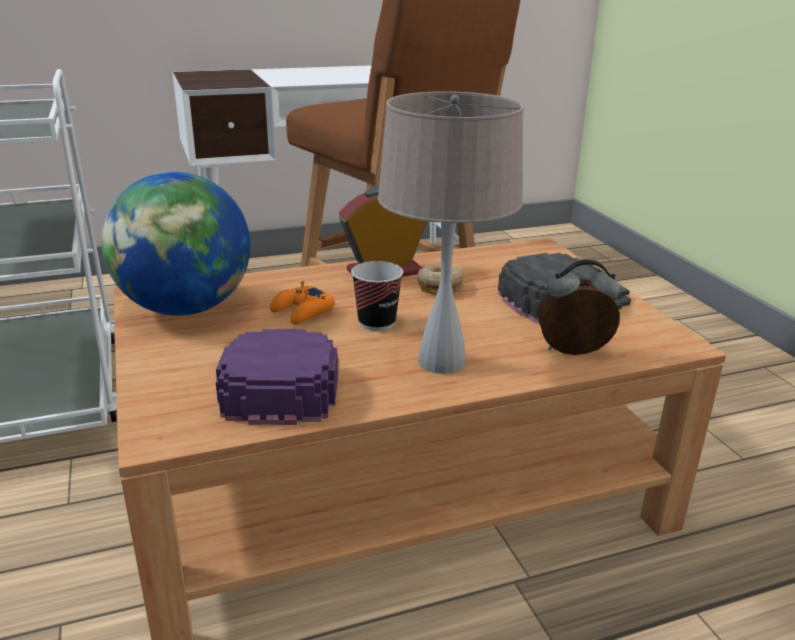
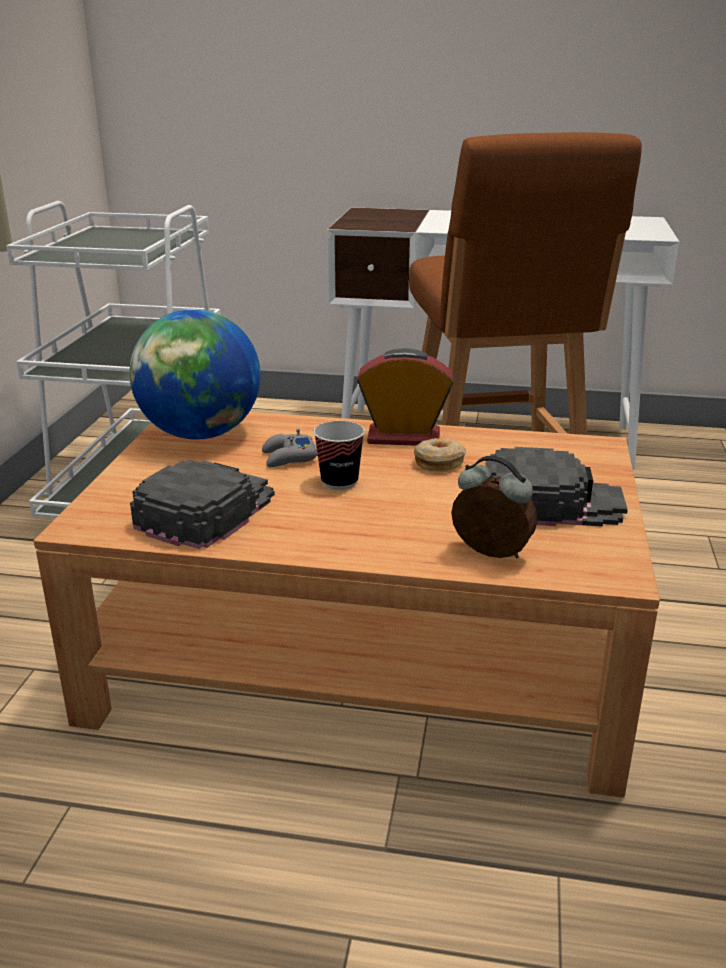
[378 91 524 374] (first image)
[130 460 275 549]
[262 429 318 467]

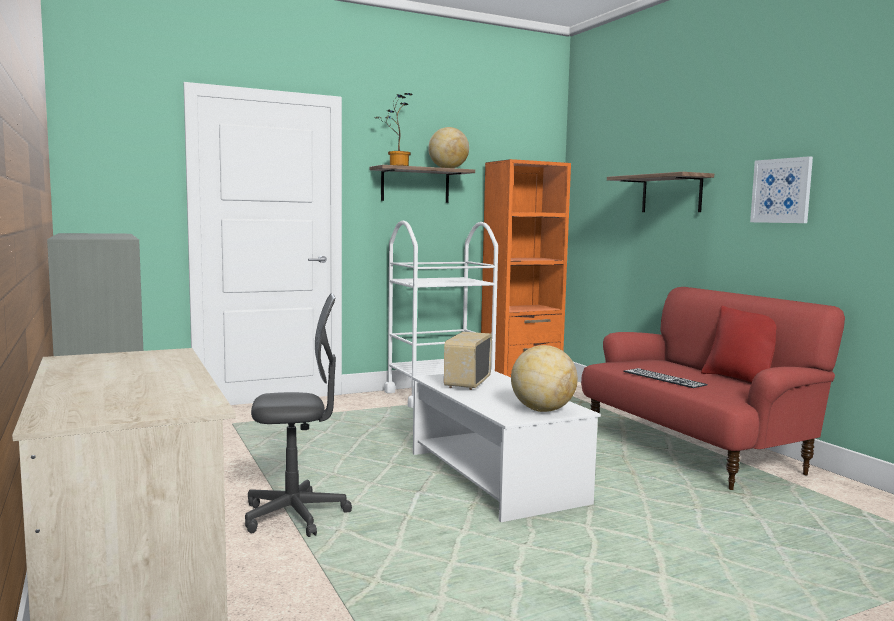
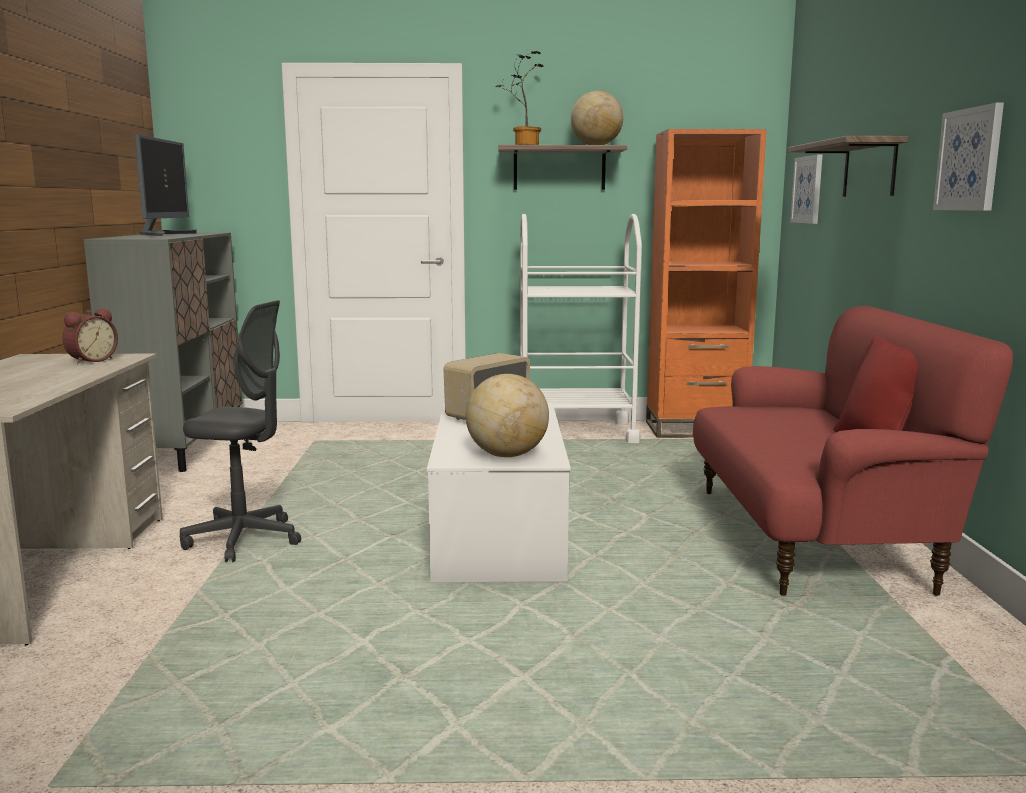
[623 368 708 388] (first image)
[62 308 118 364]
[135 135 197 236]
[790 155 822 224]

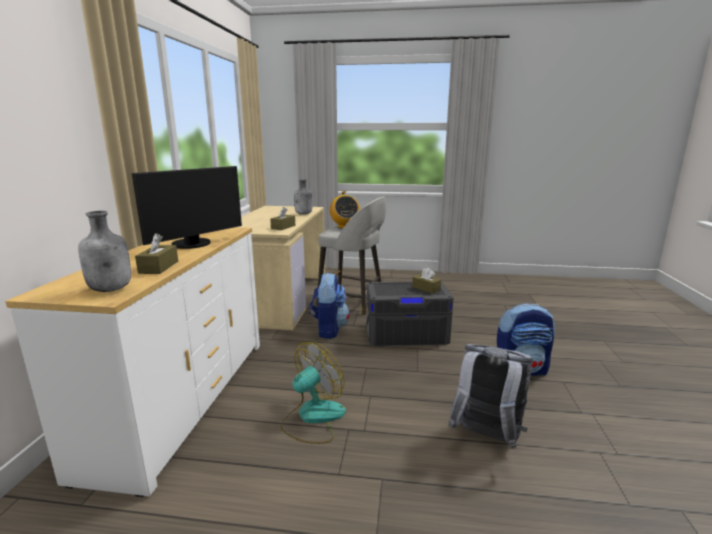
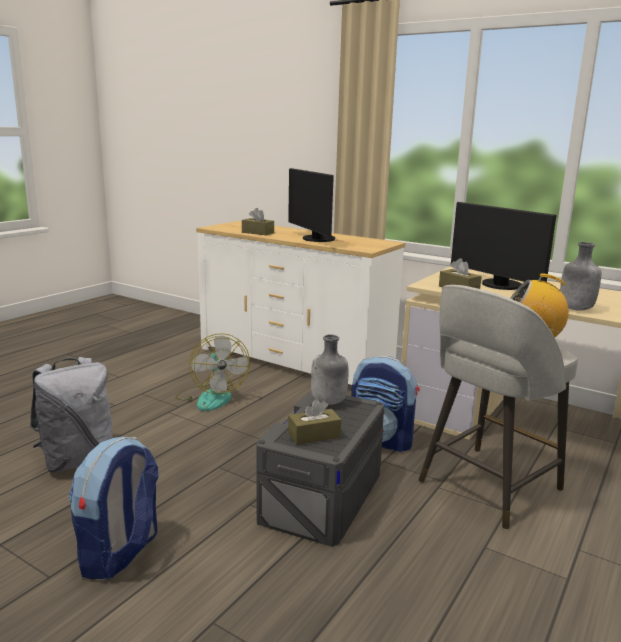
[451 202 556 290]
[311 335 349 405]

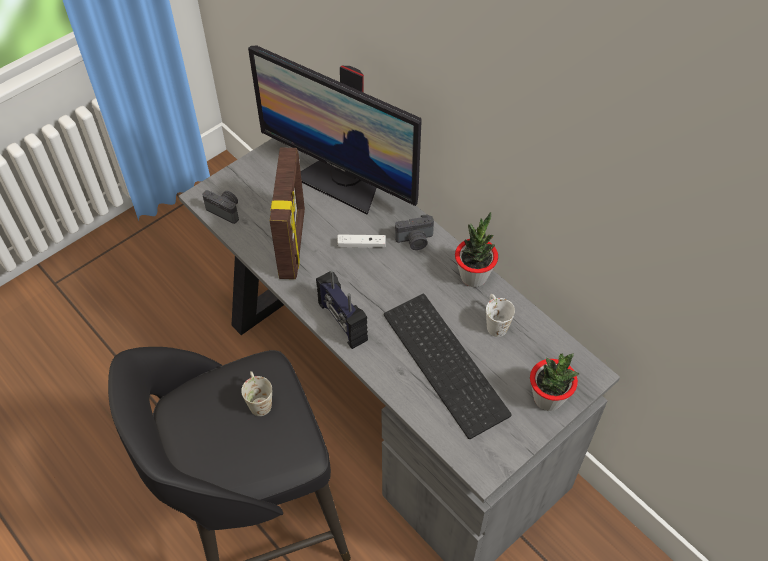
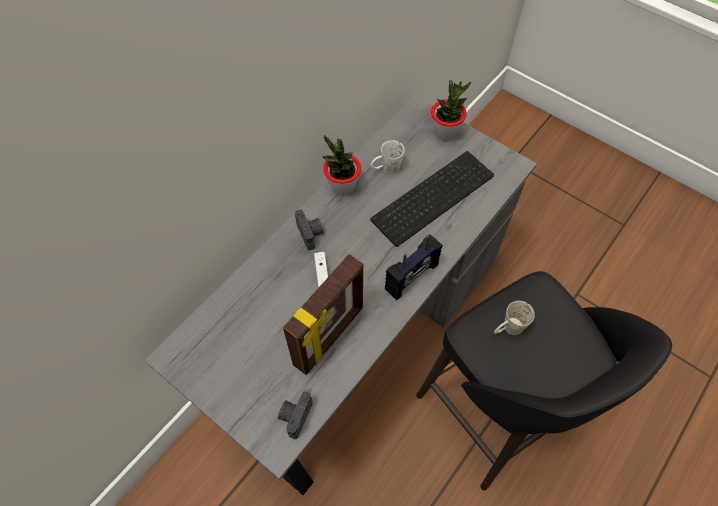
[248 45 422 215] (first image)
[283 254 363 375]

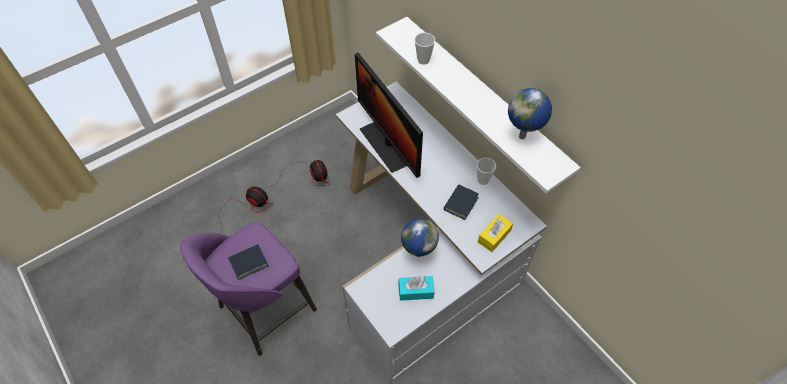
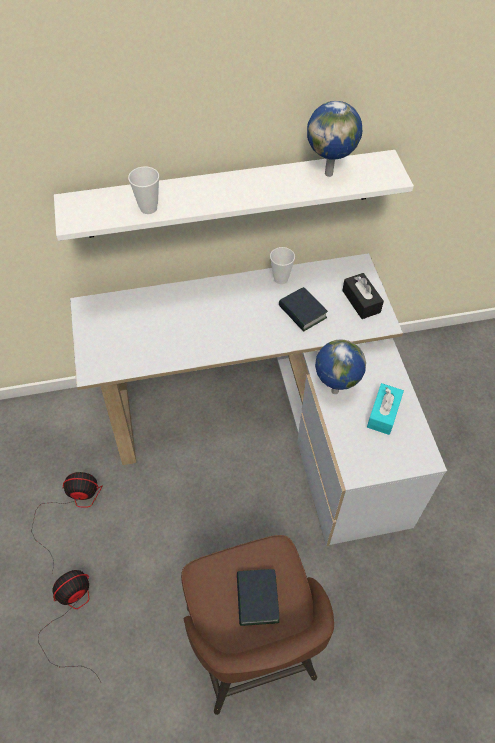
[355 53 423 178] (first image)
[181 535 334 715]
[342 273 384 319]

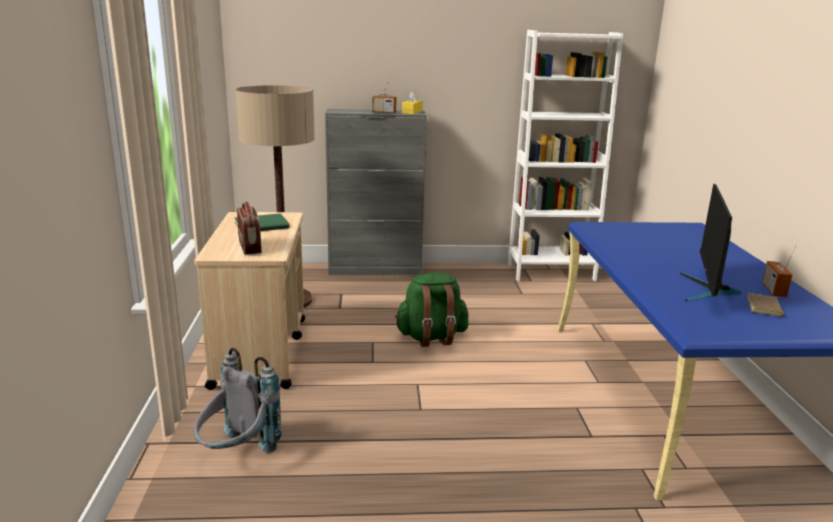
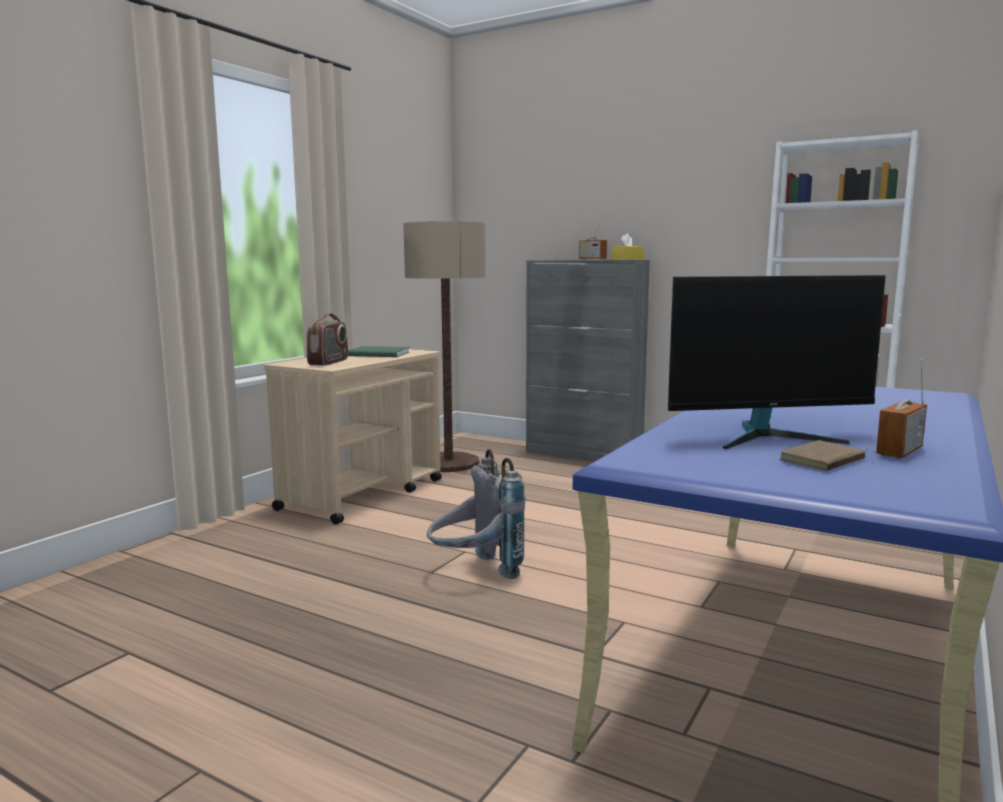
[395 273 469 347] (first image)
[427 449 525 579]
[668 275 886 449]

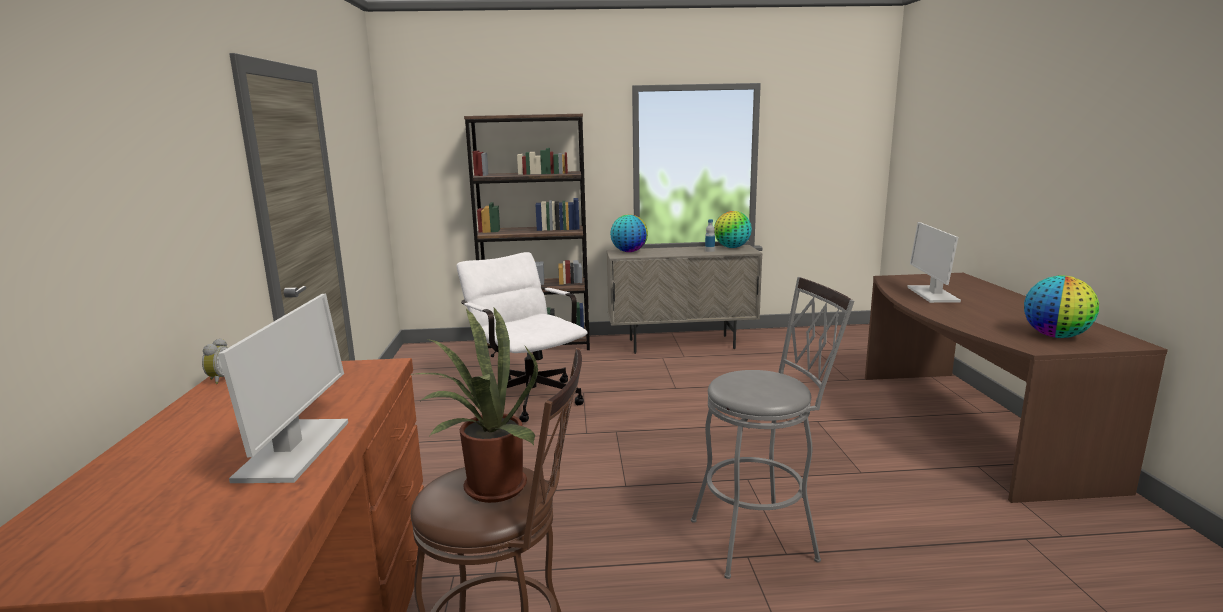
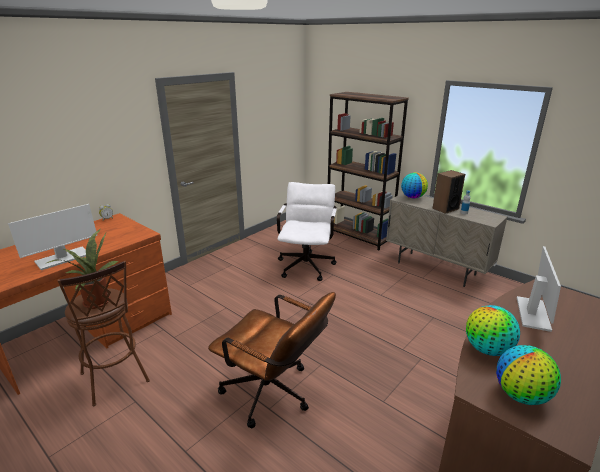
[432 170 465 214]
[466 305 520 356]
[208 292 336 428]
[517 246 561 332]

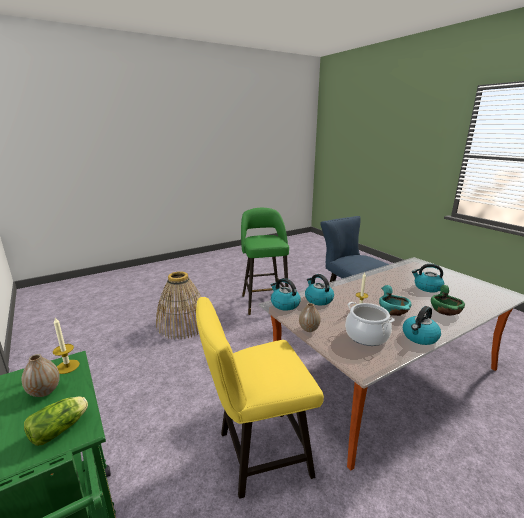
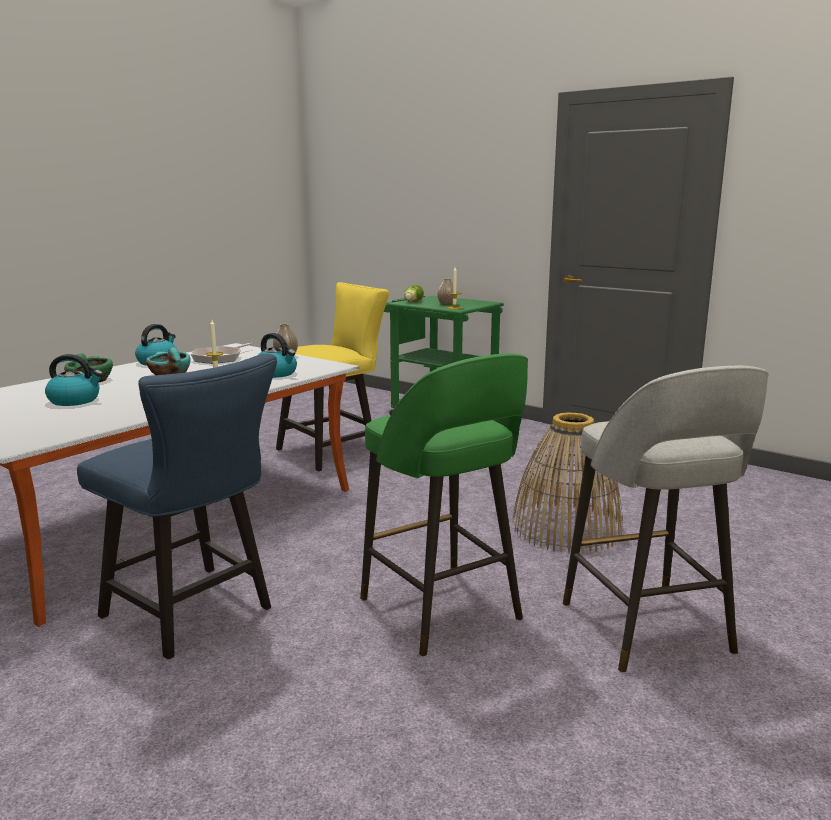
[271 278 301 311] (first image)
[563 366 768 672]
[190 343 253 364]

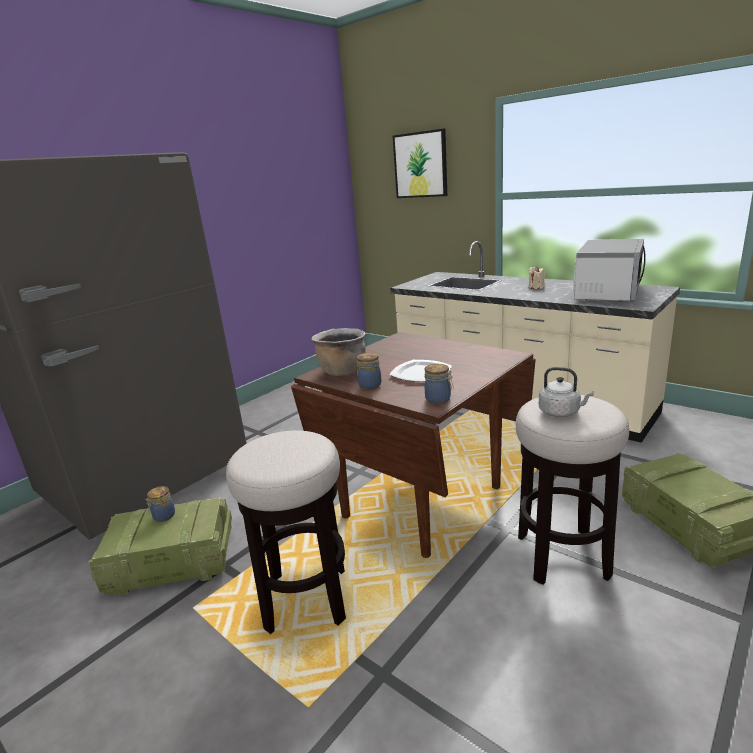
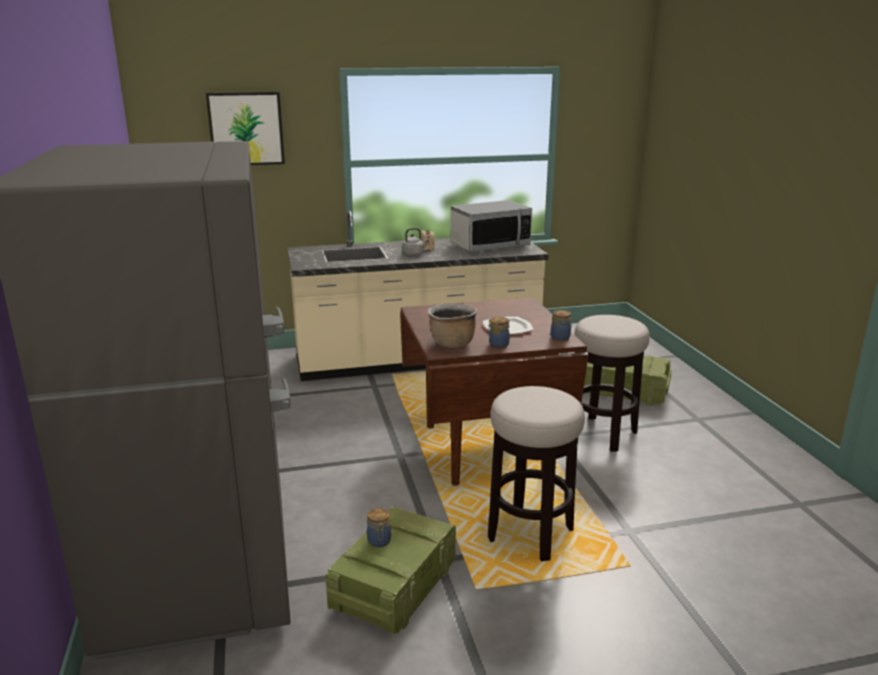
[402 228 429 256]
[450 200 532 252]

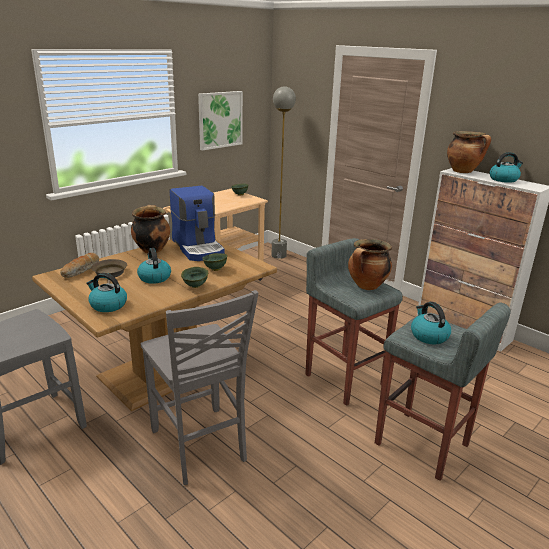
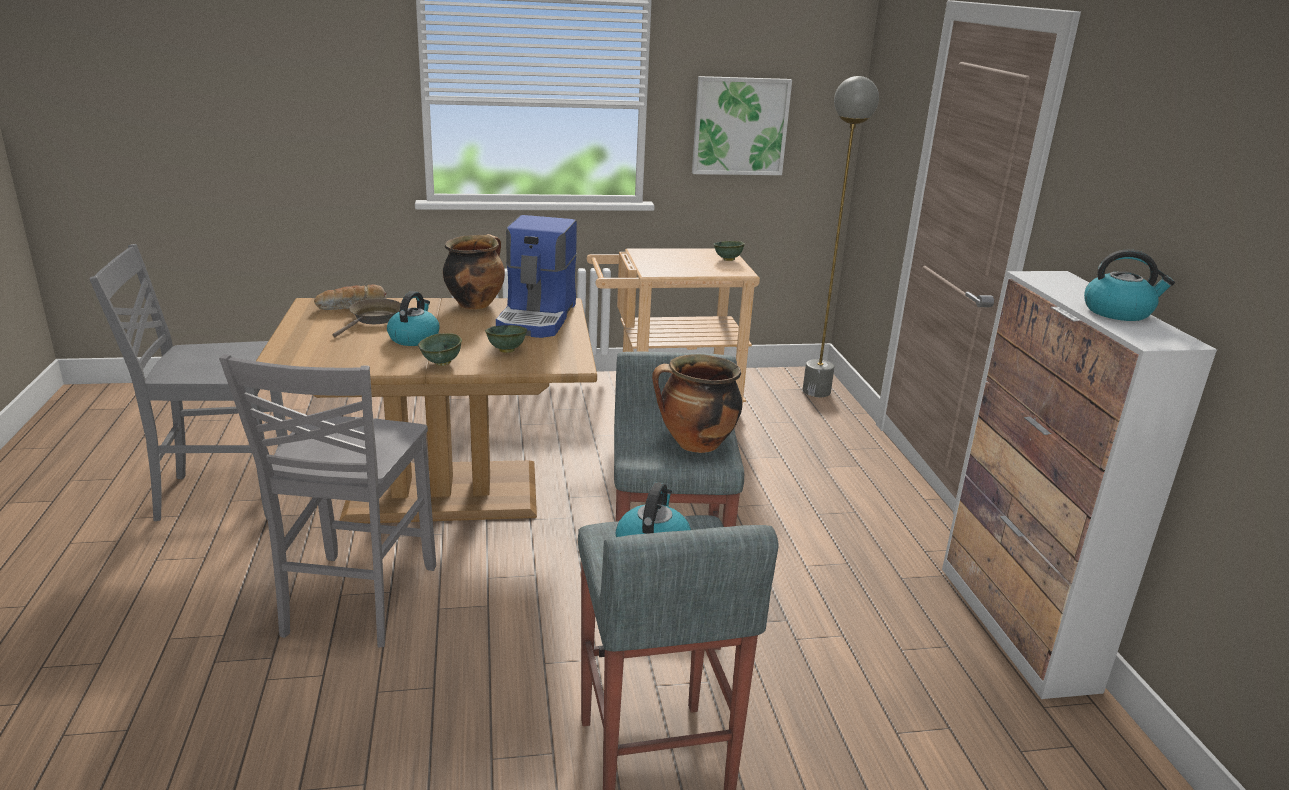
[86 273 127 312] (first image)
[447 131 491 173] (first image)

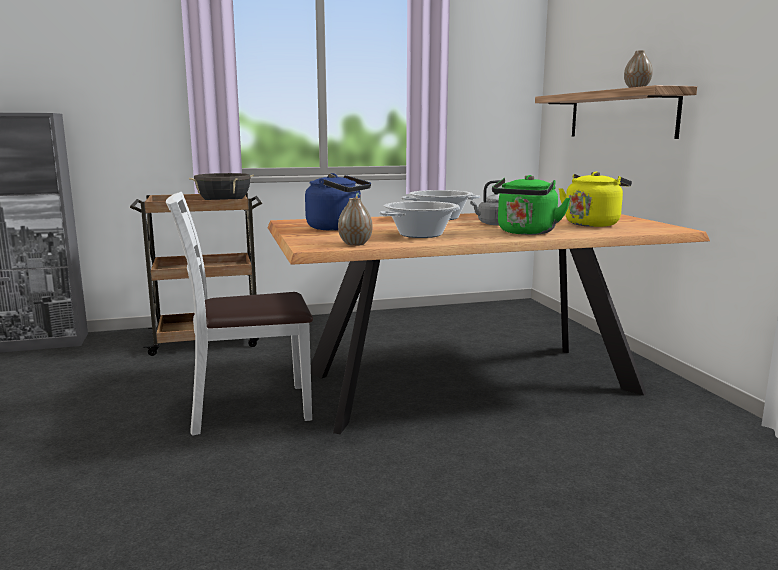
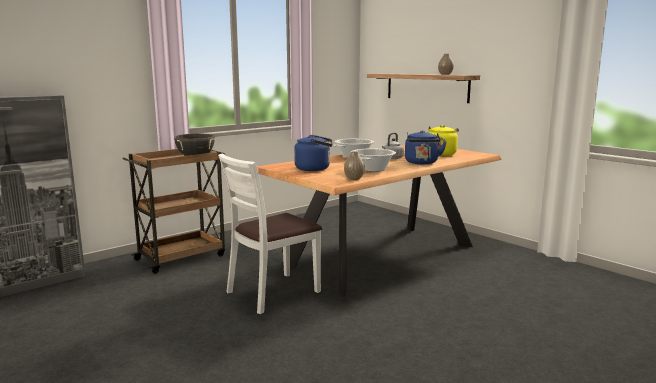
[405 130 447 164]

